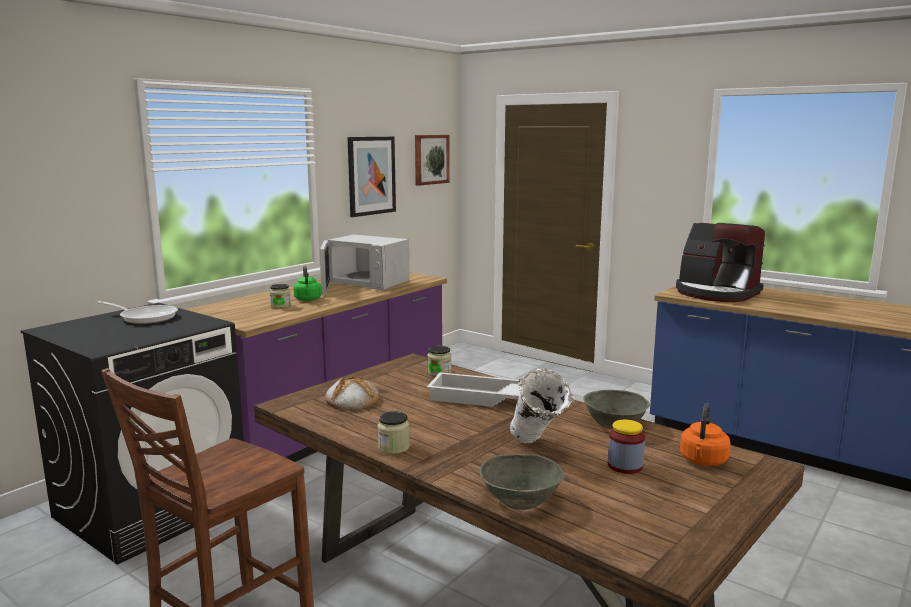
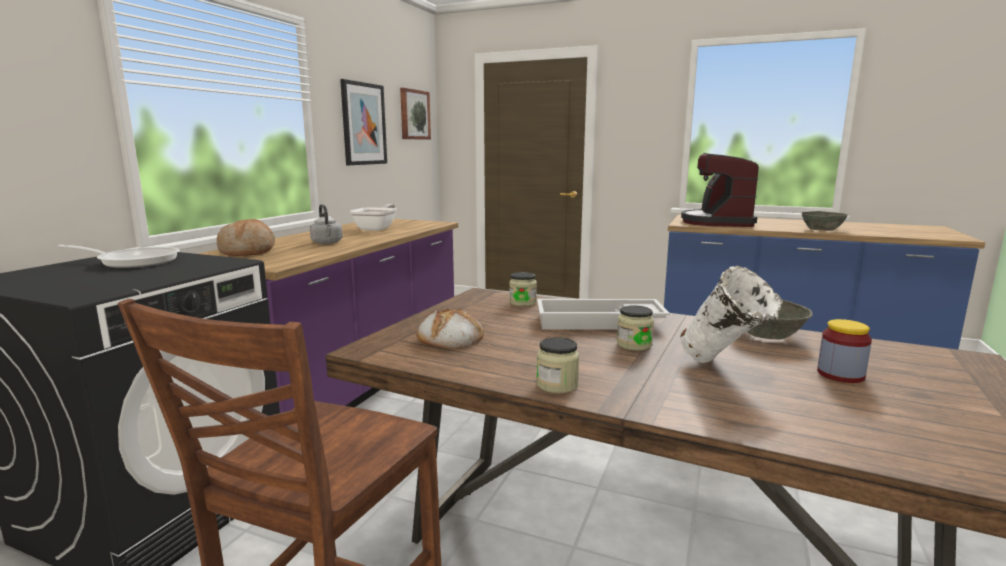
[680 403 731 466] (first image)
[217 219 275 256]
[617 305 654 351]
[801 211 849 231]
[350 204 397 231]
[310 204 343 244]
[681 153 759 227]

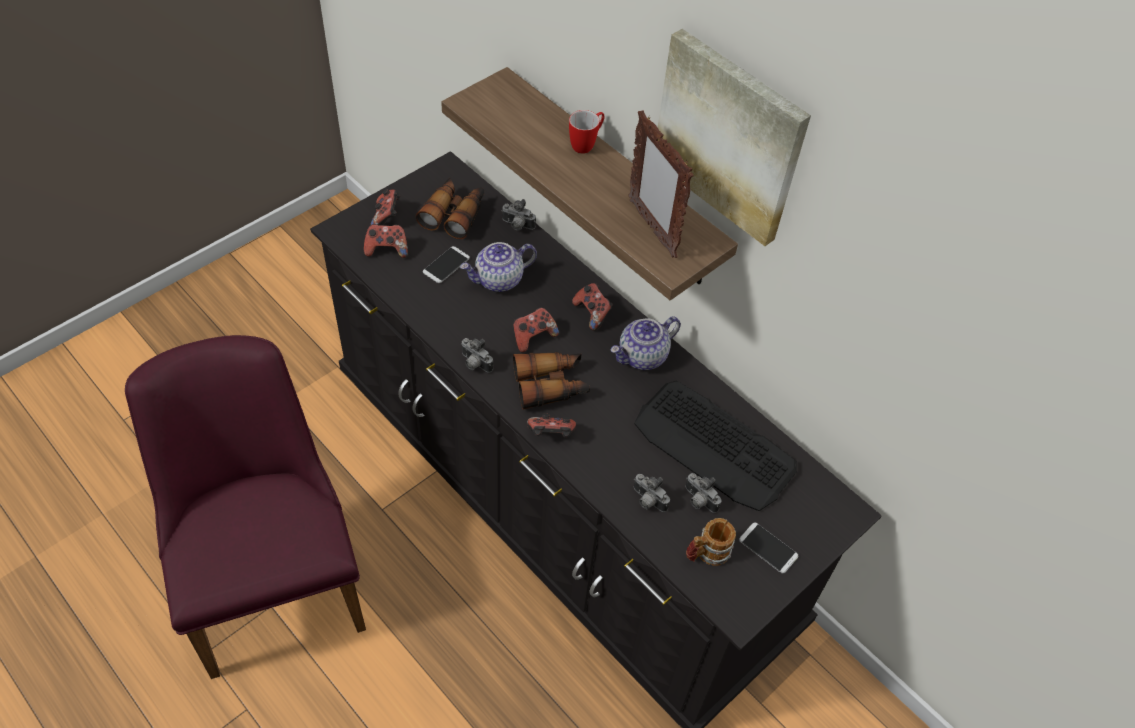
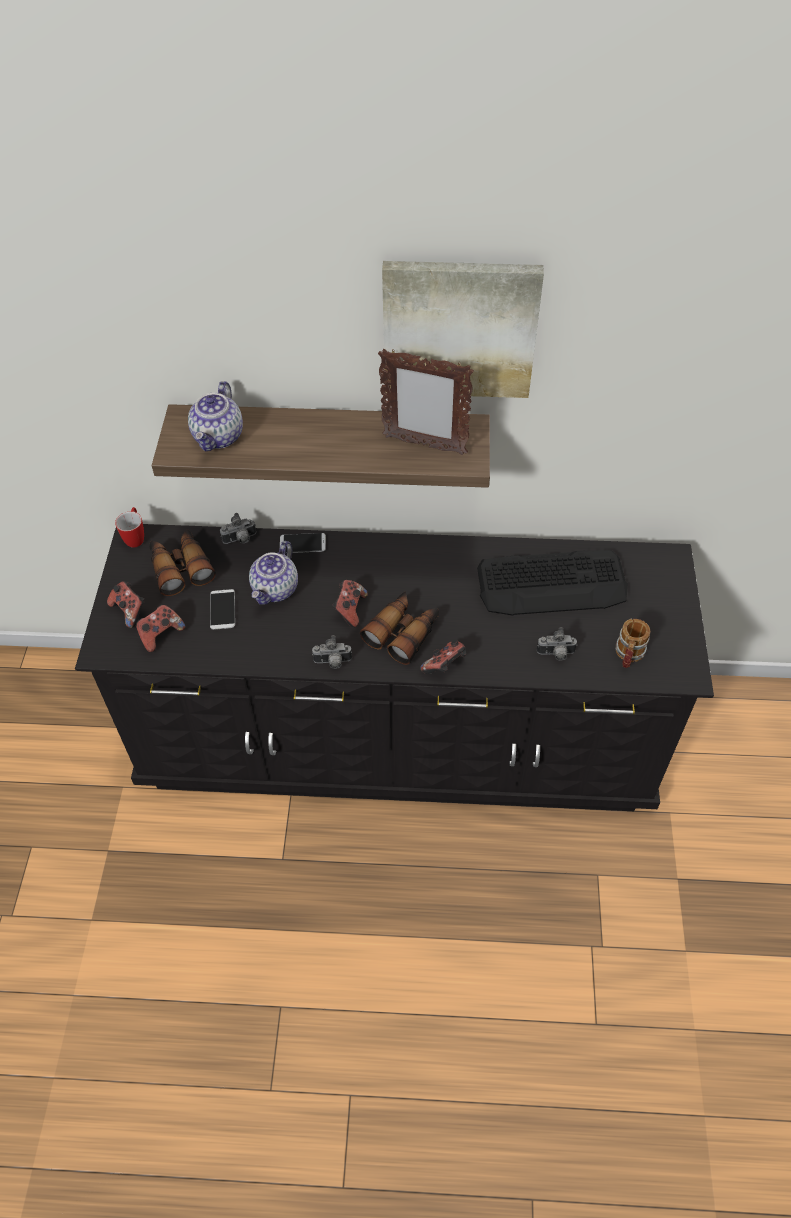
[125 335 366 679] (first image)
[572 283 613 331] (first image)
[685 473 722 513] (first image)
[115 507 144 548]
[188 381 243 451]
[280 533 326 553]

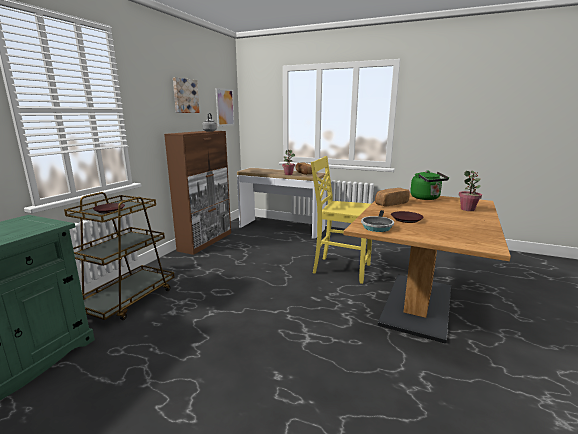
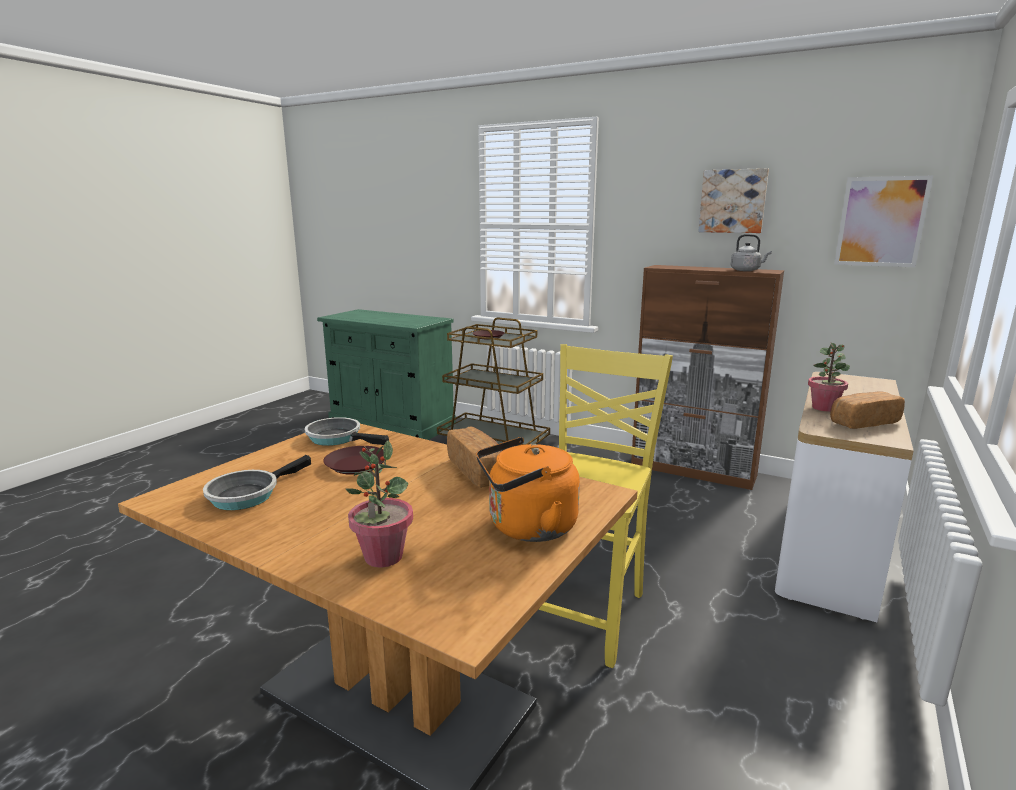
[203 455 311 510]
[476 437 580 542]

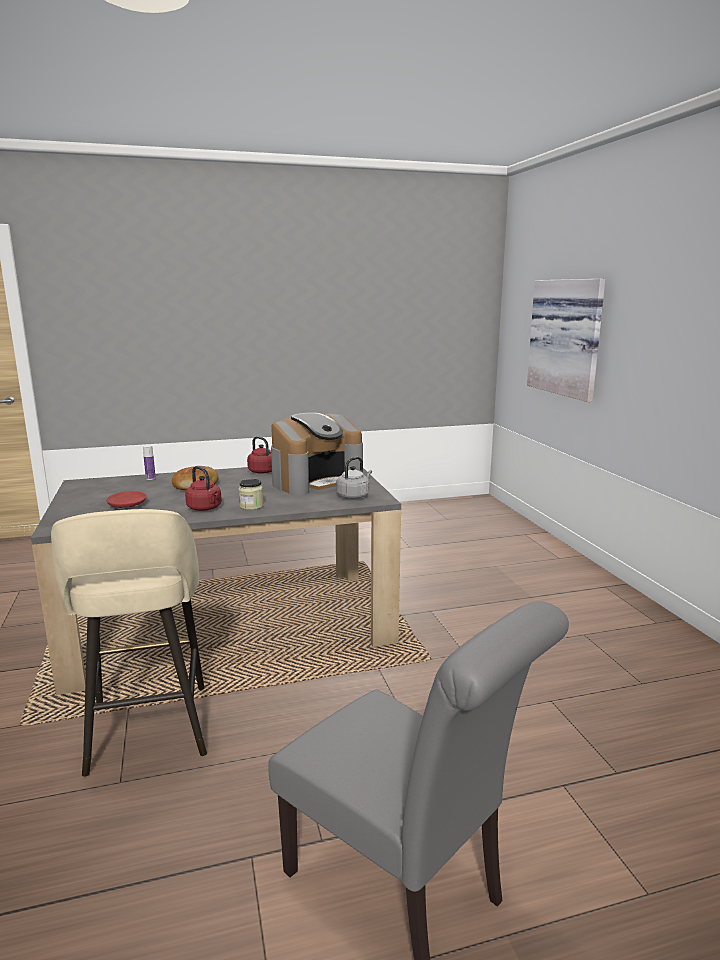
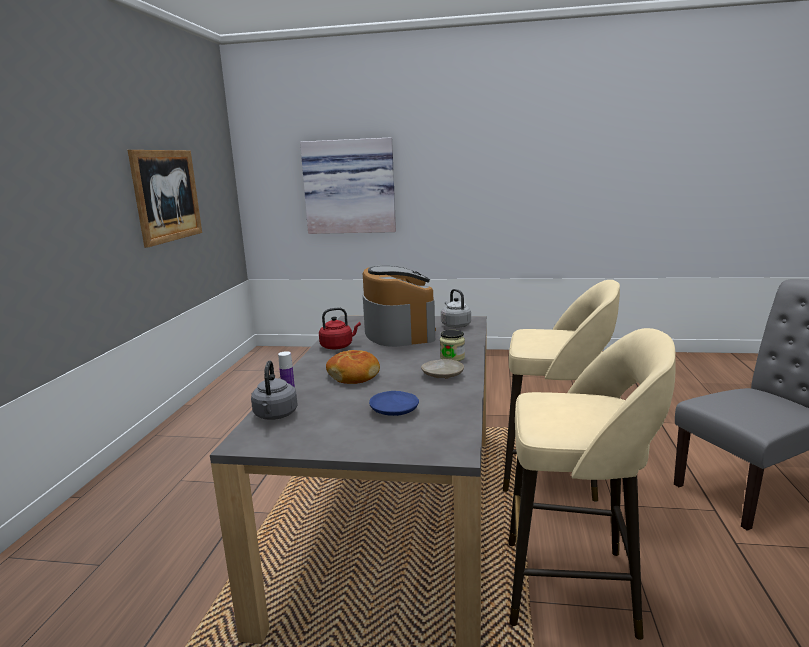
[128 150 202 248]
[251 361 298 420]
[503 280 620 502]
[421 359 464 379]
[369 391 419 416]

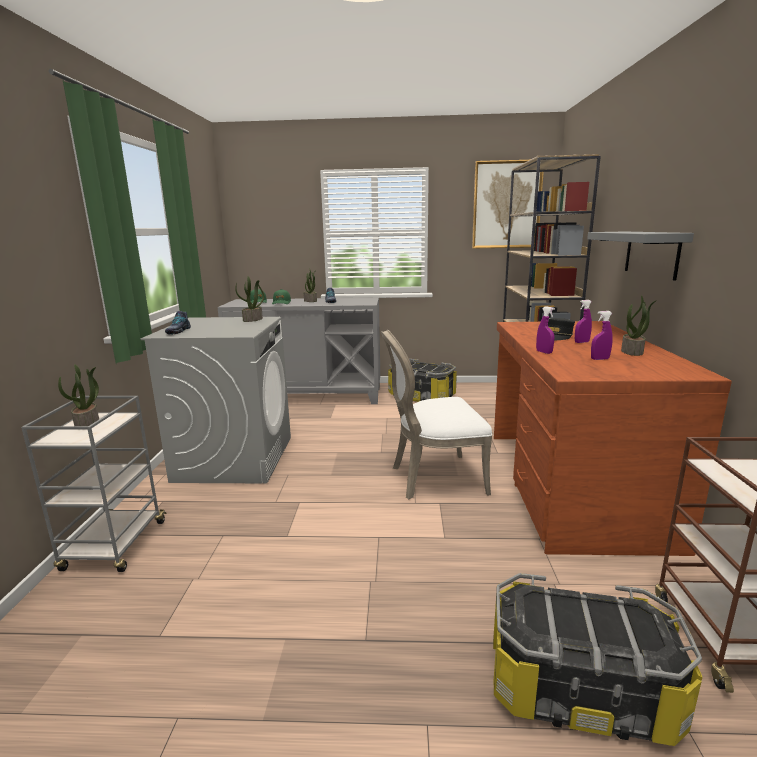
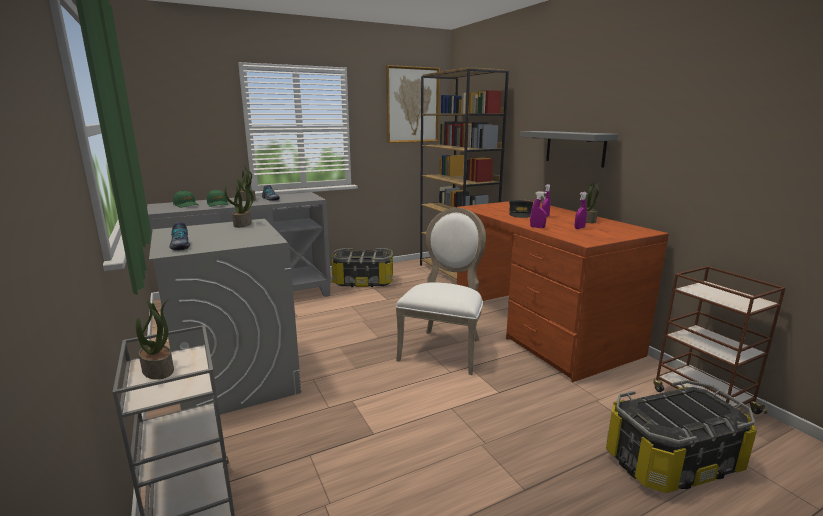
[396 208 486 375]

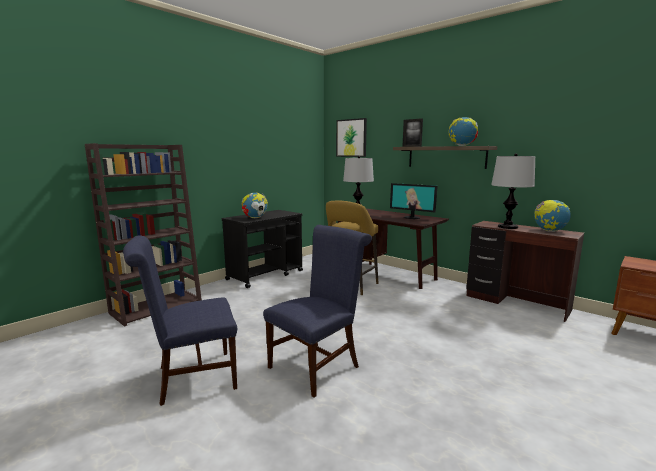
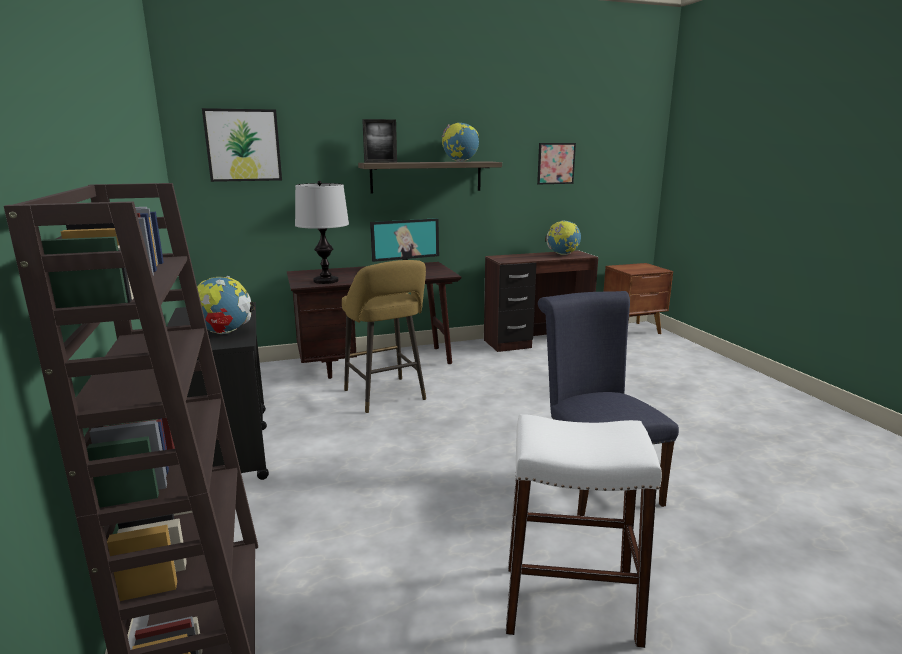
[491 153 535 229] (first image)
[537 143 576 184]
[506 414 662 648]

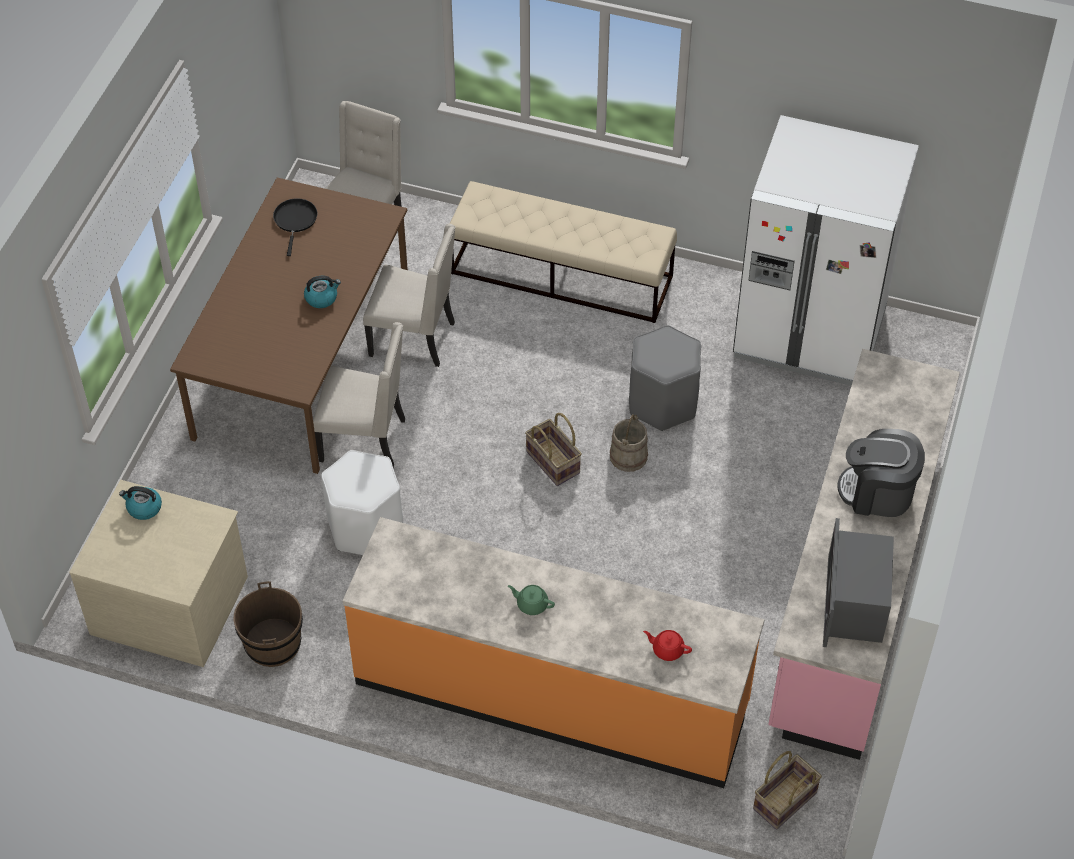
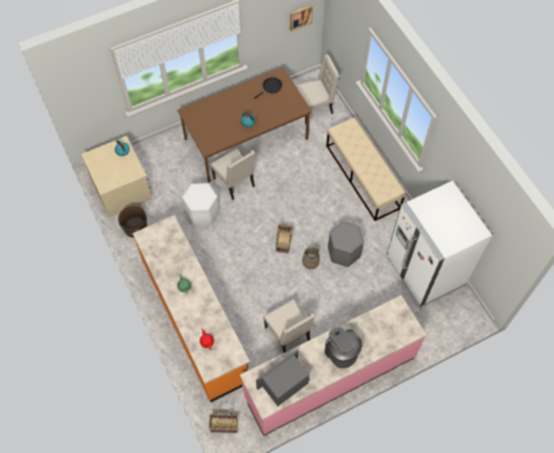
[290 4 313 32]
[263 299 315 353]

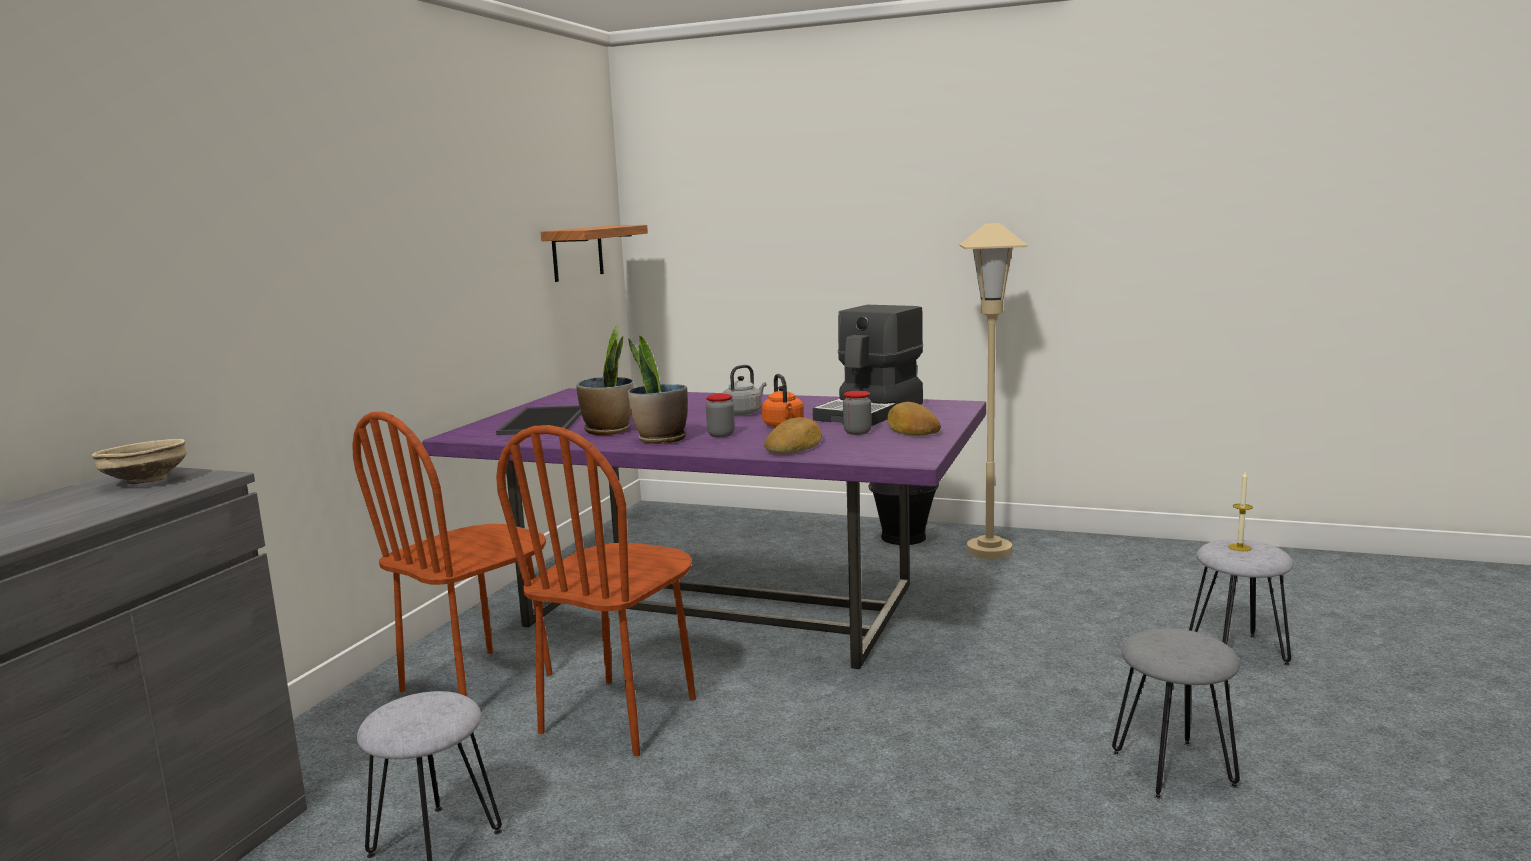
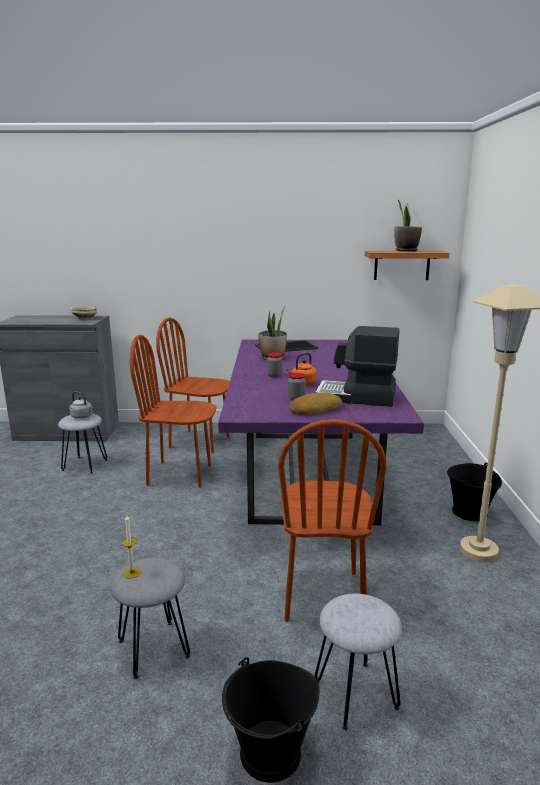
[764 417 822 453] (first image)
[222 657 320 783]
[278 419 386 622]
[394 199 422 252]
[69 391 93 419]
[121 516 141 578]

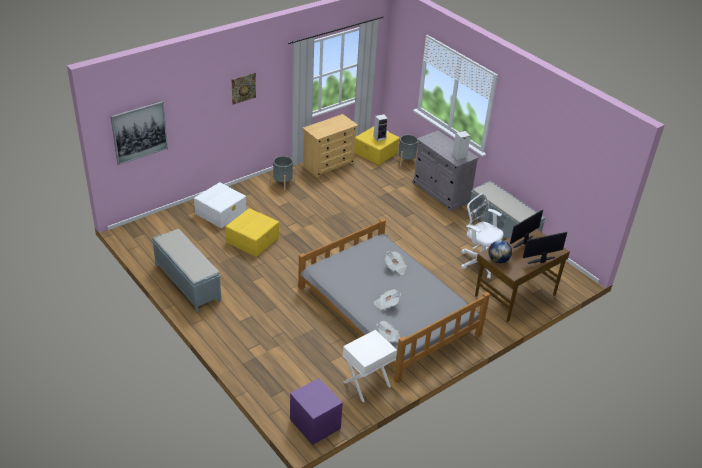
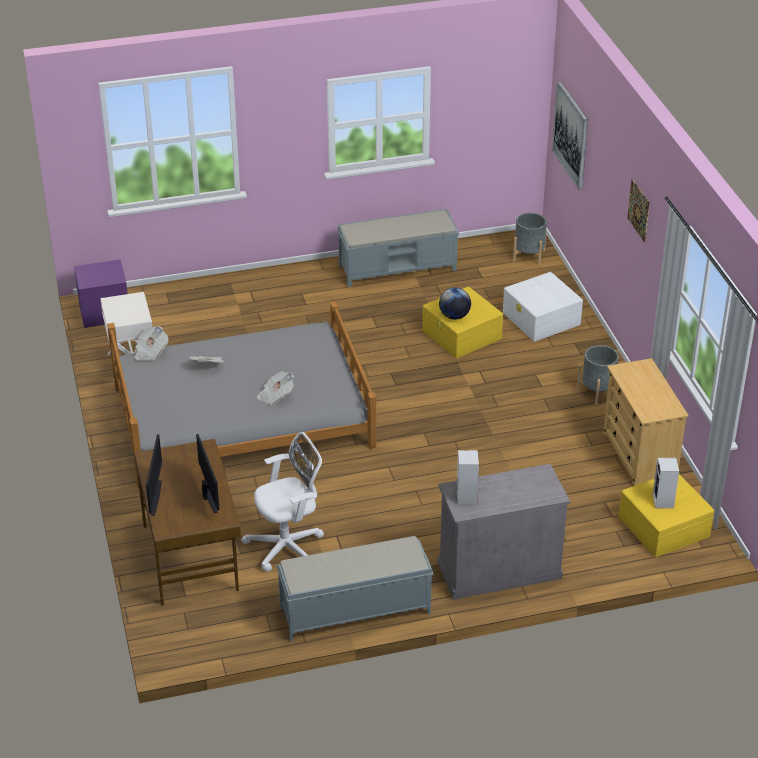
[513 213 547 265]
[439 287 471 320]

